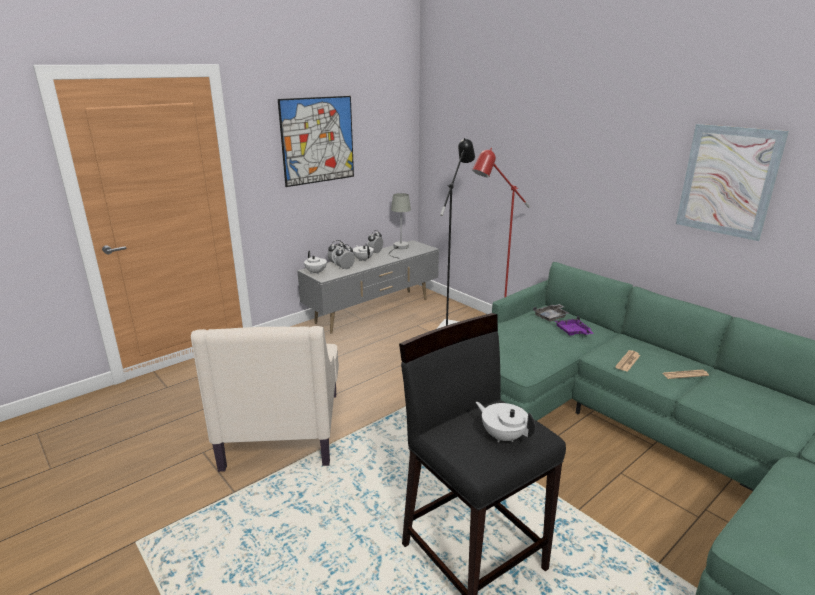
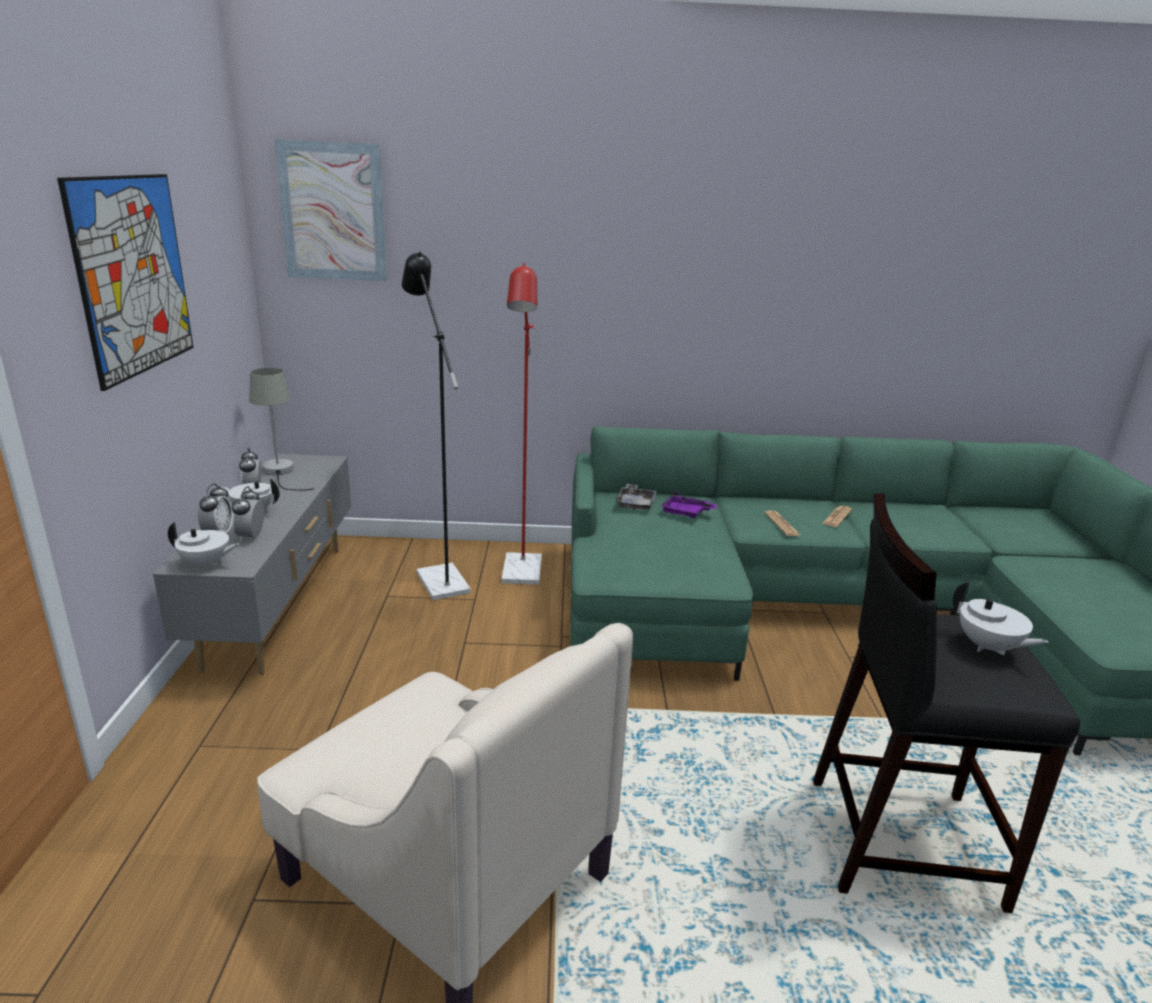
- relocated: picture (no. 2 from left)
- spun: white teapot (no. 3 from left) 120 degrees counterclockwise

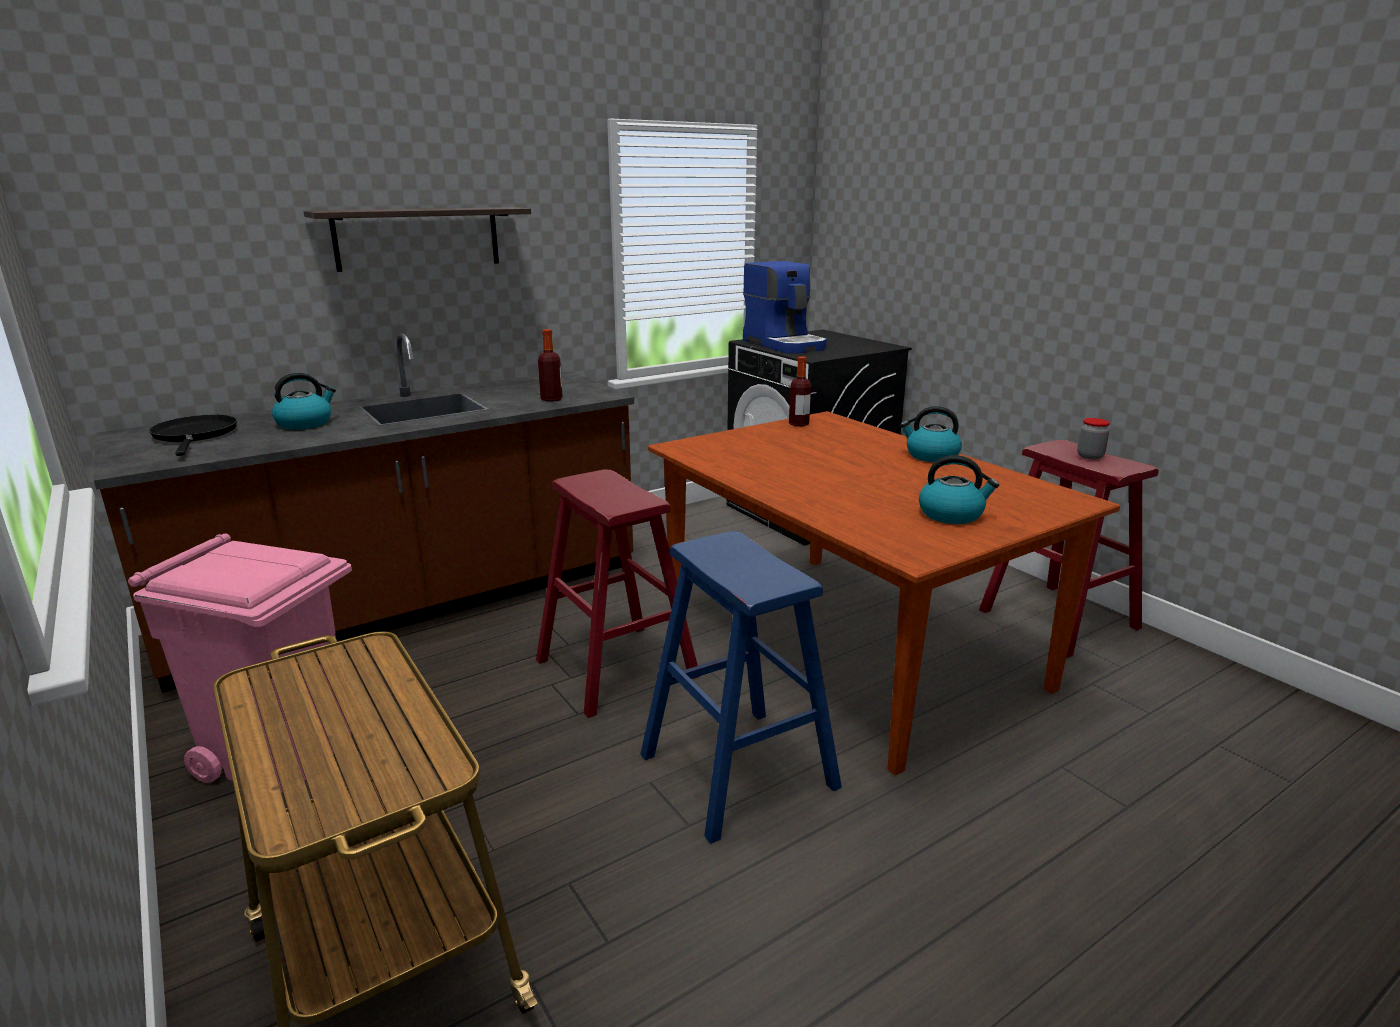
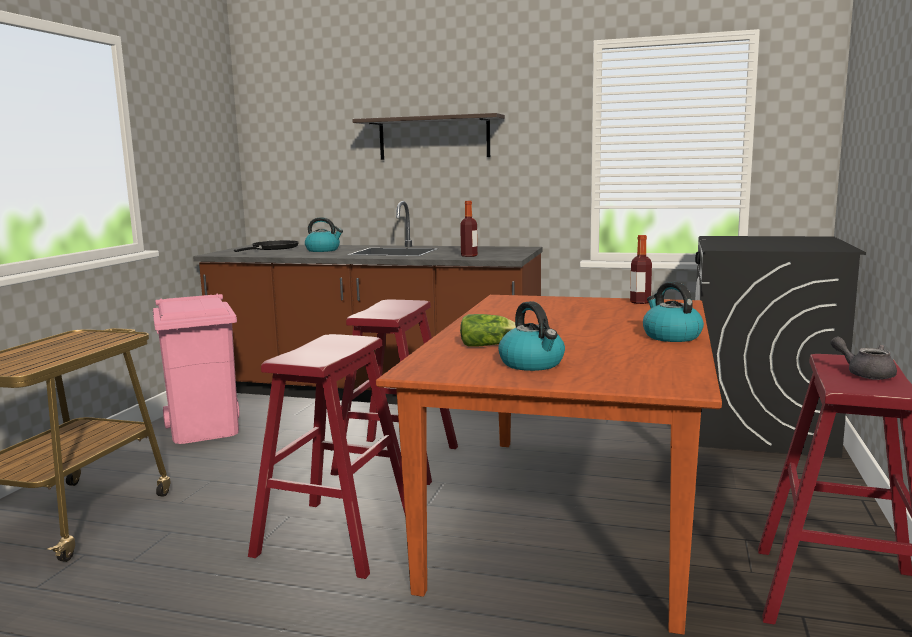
- colour: blue stool to red stool (no. 1 from left)
- appeared: lettuce
- exchanged: jar to grey teapot
- missing: coffee machine

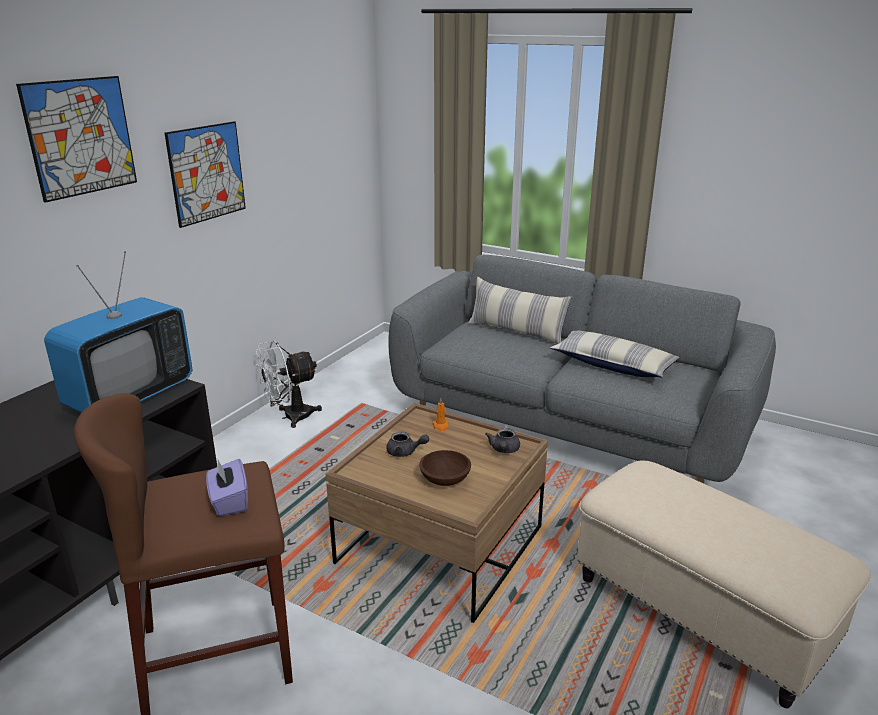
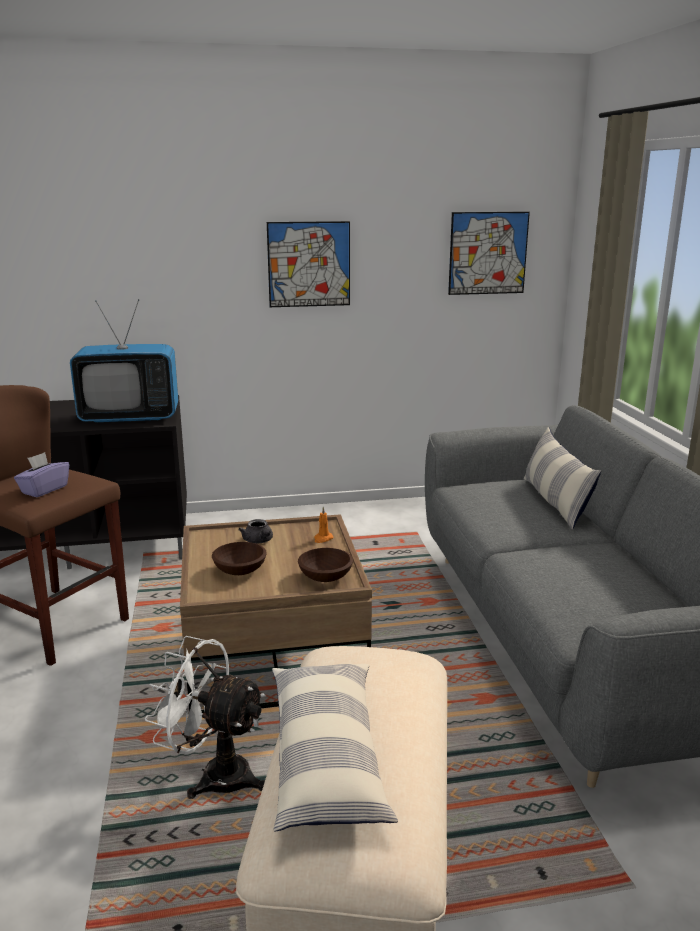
- relocated: white fan
- relocated: pillow (no. 2 from left in the first image) to pillow (no. 1 from left)
- exchanged: grey teapot (no. 2 from left) to brown bowl (no. 2 from left)
- relocated: picture (no. 1 from left in the first image) to picture (no. 2 from left)

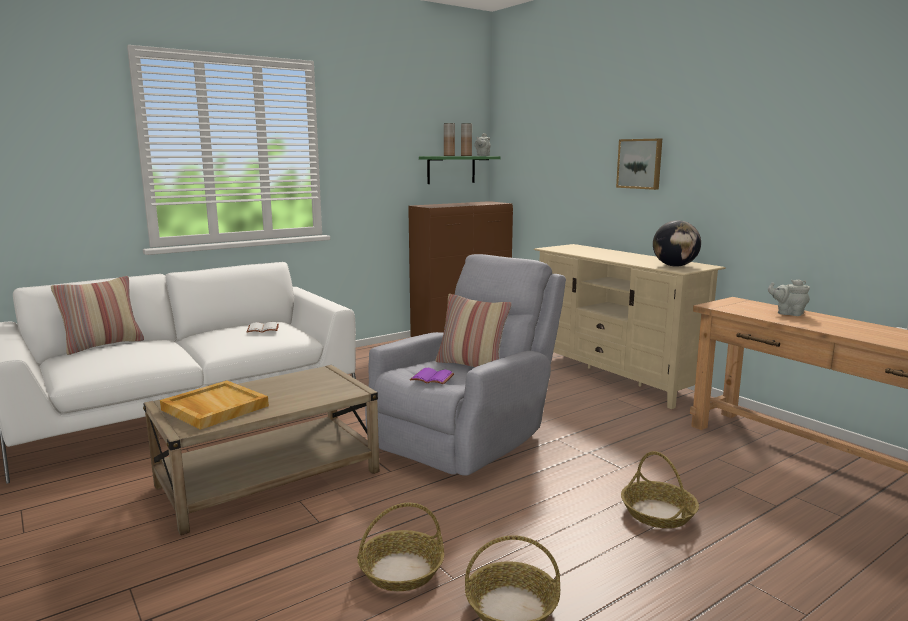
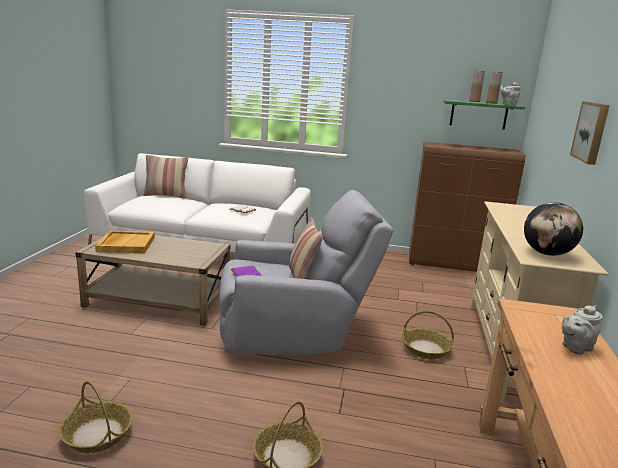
- relocated: basket (no. 1 from left in the first image) to basket (no. 3 from left)
- spun: grey teapot (no. 2 from left) 105 degrees counterclockwise

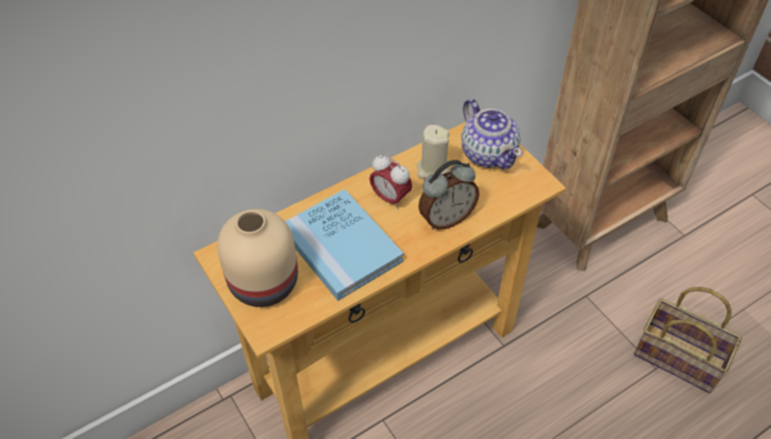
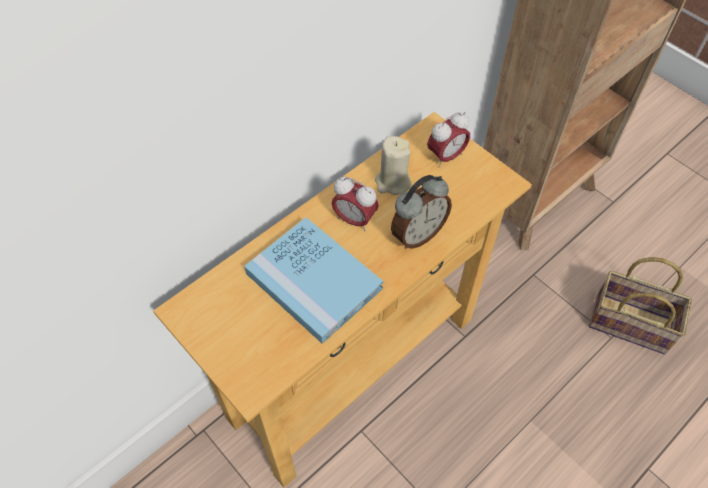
- exchanged: teapot to alarm clock (no. 3 from left)
- missing: beige vase

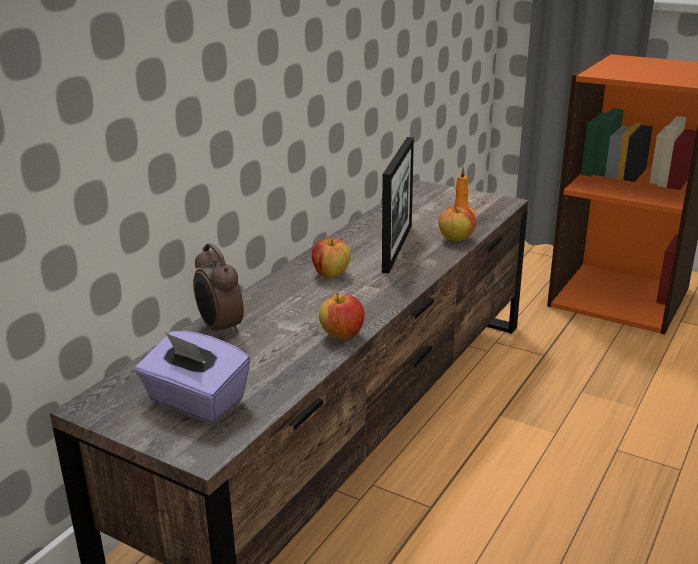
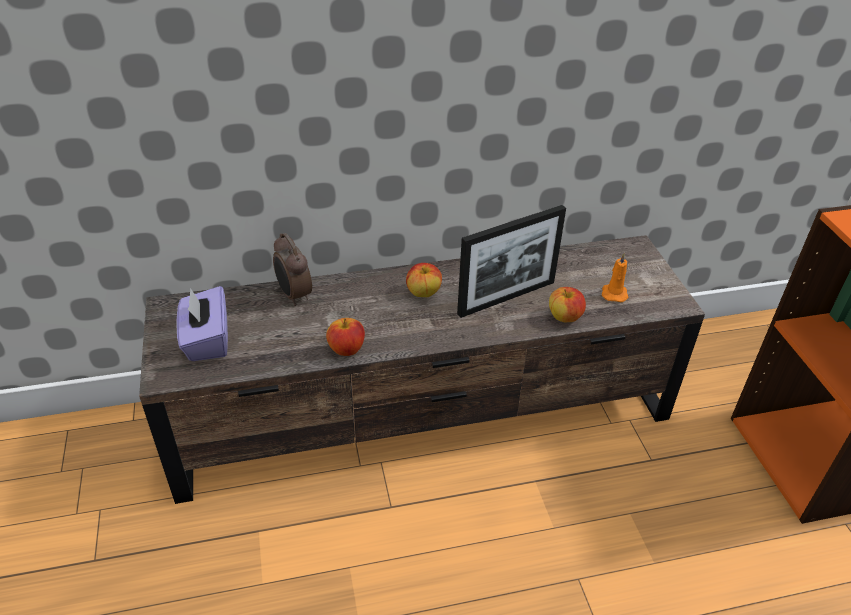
- spun: alarm clock 45 degrees counterclockwise

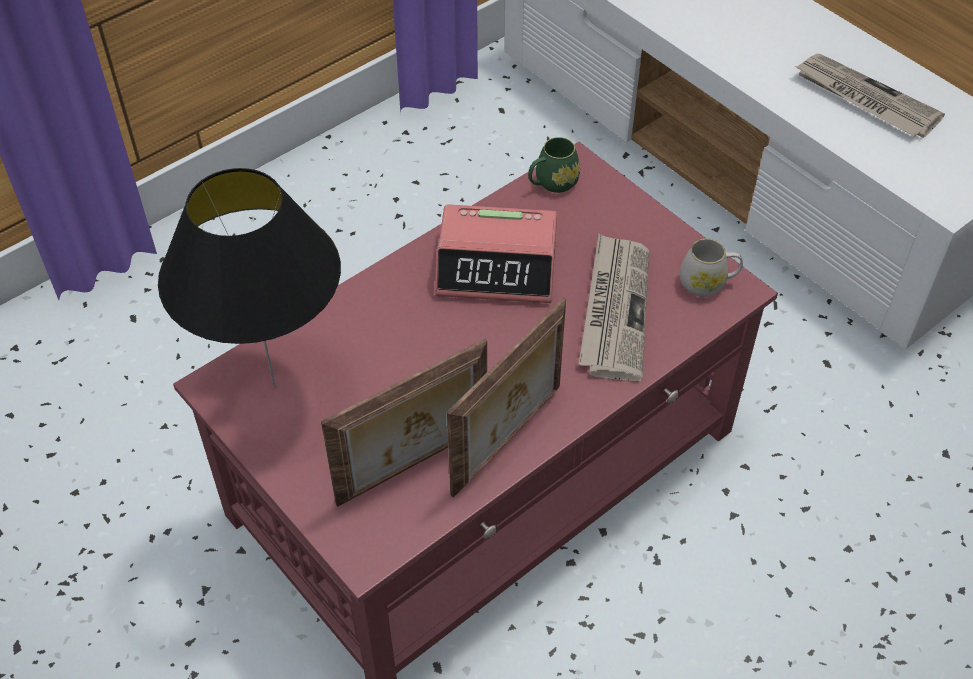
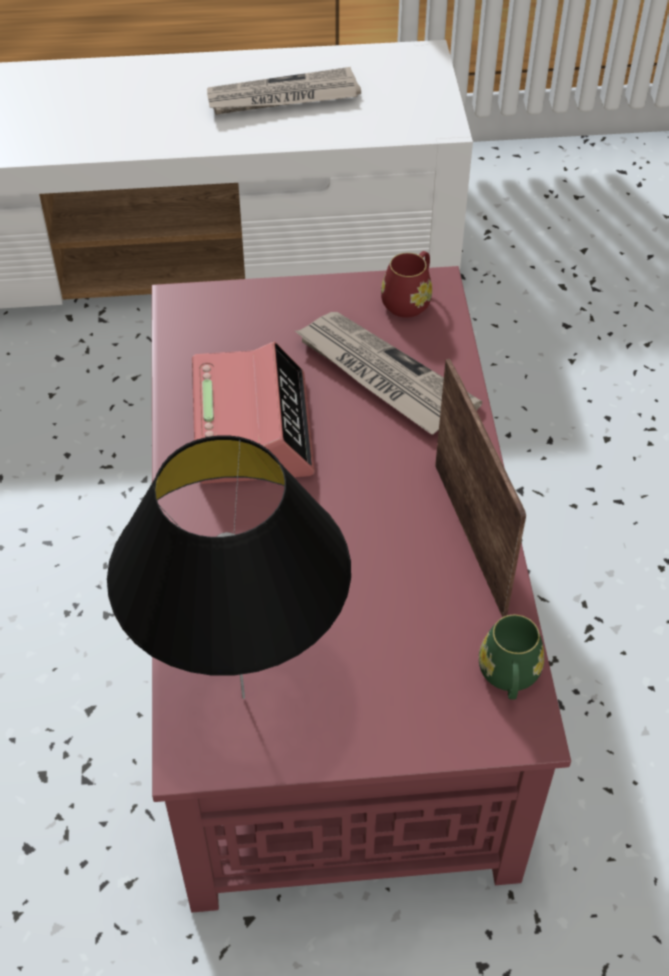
- spun: alarm clock 45 degrees counterclockwise
- colour: white mug to red mug
- relocated: green mug
- missing: picture frame (no. 1 from left)

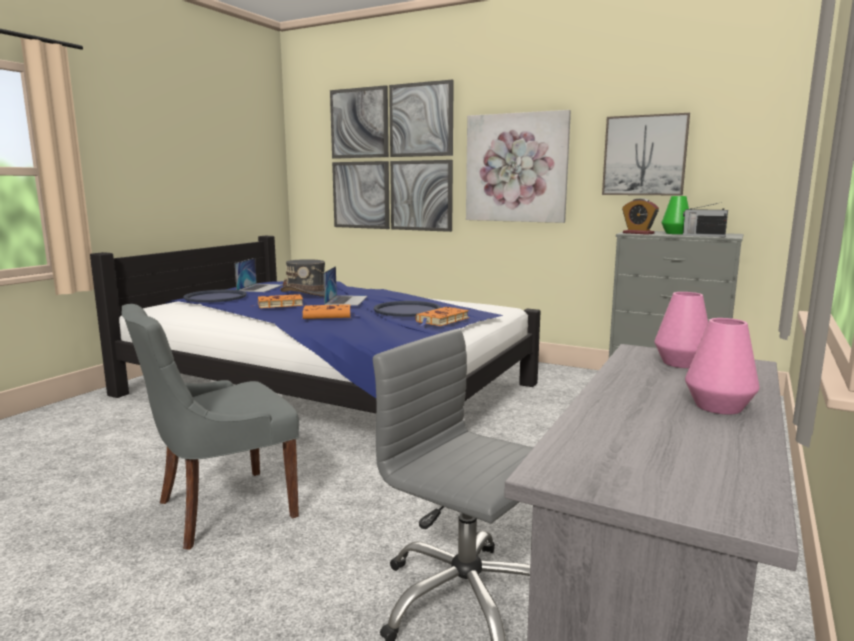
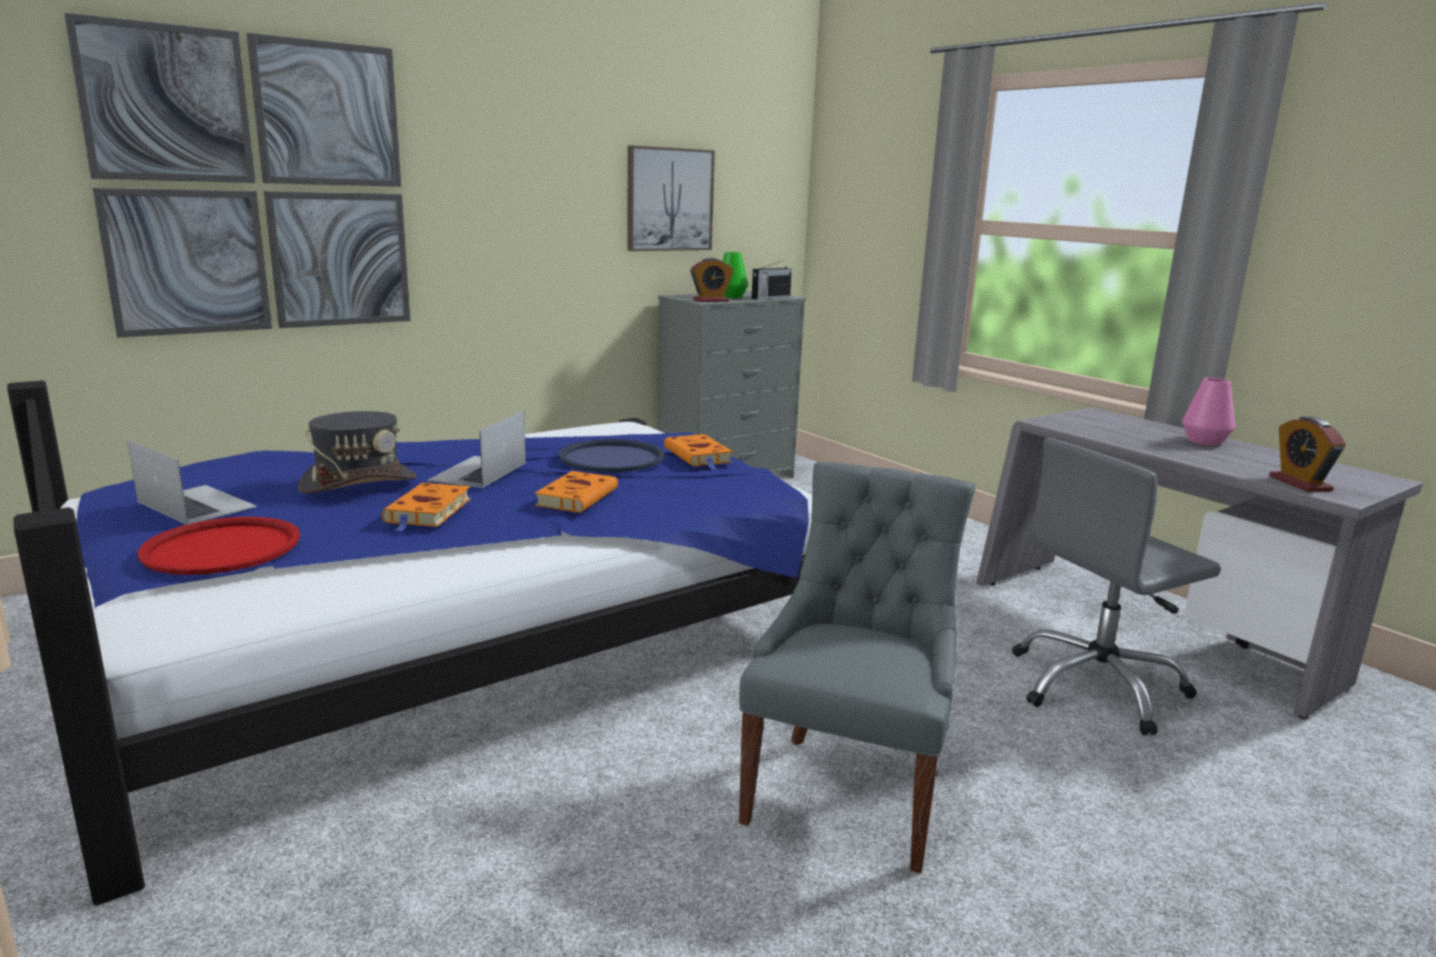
- colour: blue tray (no. 1 from left) to red tray
- spun: laptop (no. 2 from left) 105 degrees counterclockwise
- spun: grey chair 150 degrees counterclockwise
- appeared: alarm clock (no. 2 from left)
- missing: picture (no. 2 from left)
- missing: pink vase (no. 1 from left)

